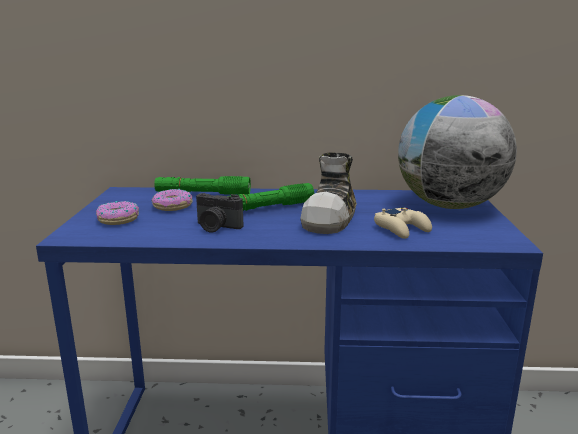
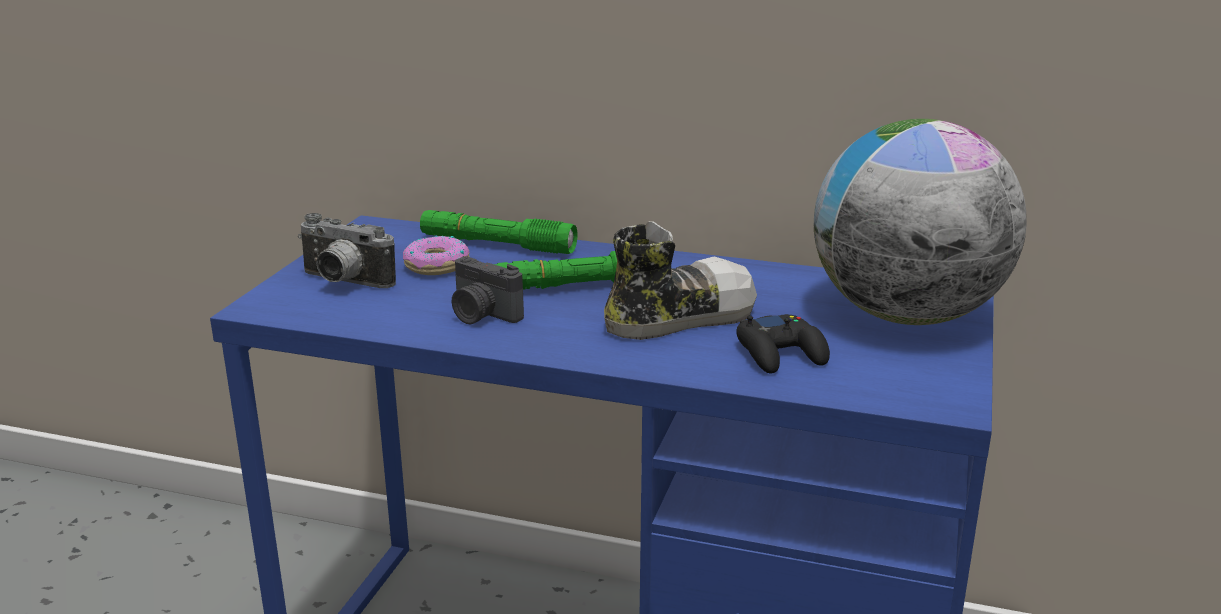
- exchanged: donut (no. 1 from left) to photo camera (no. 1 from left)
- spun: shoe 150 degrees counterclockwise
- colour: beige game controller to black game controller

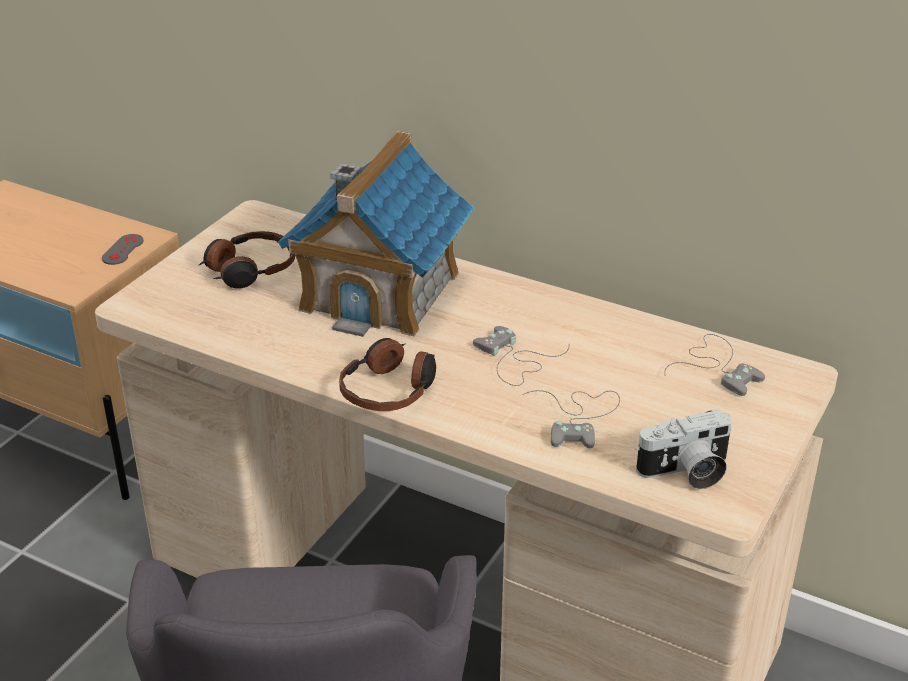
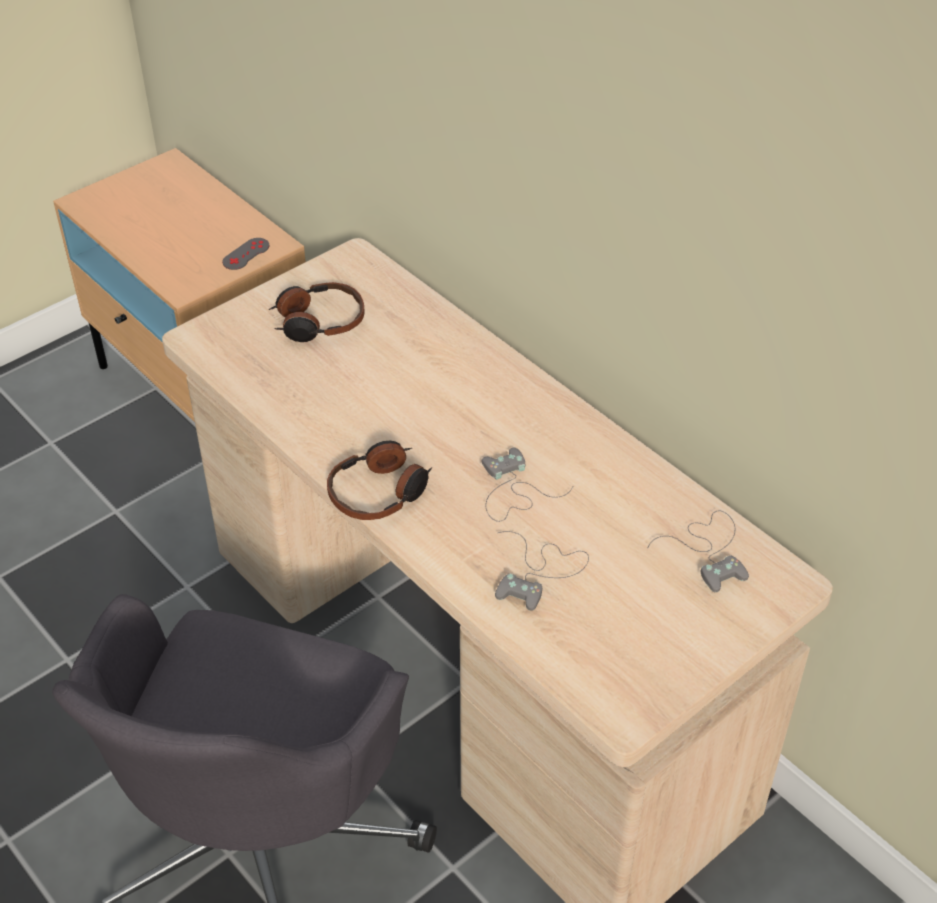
- missing: toy house
- missing: photo camera

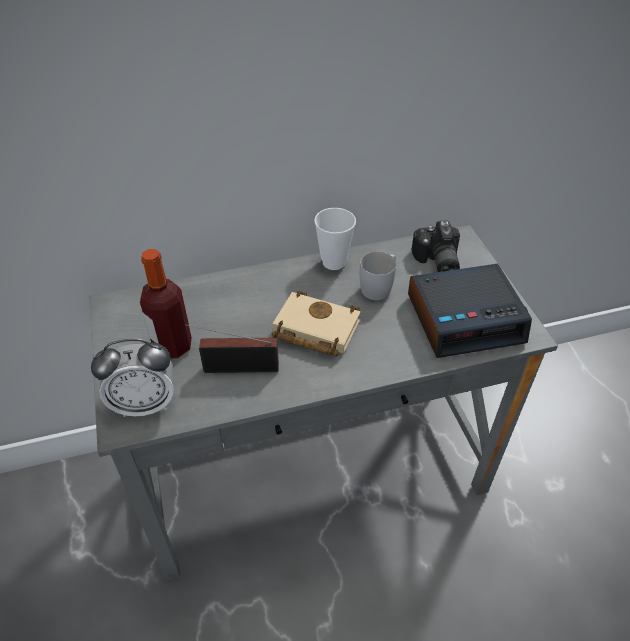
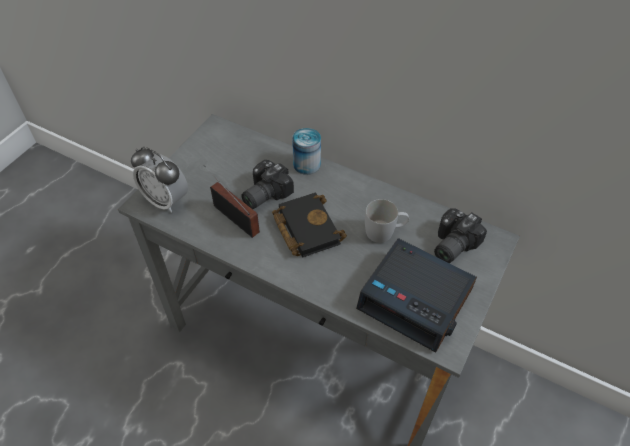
- appeared: photo camera (no. 1 from left)
- colour: beige book to black book
- appeared: can
- missing: bottle
- missing: cup

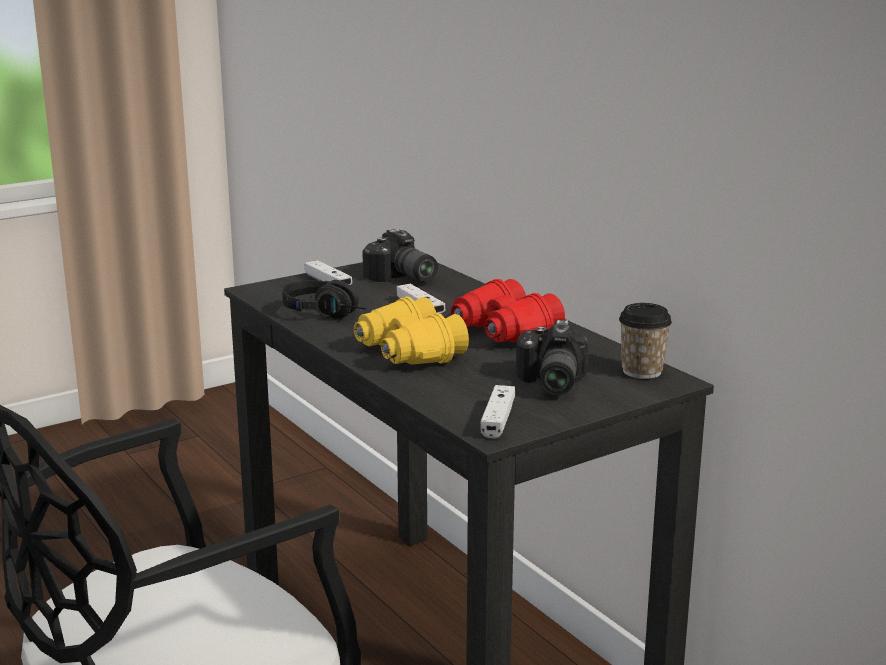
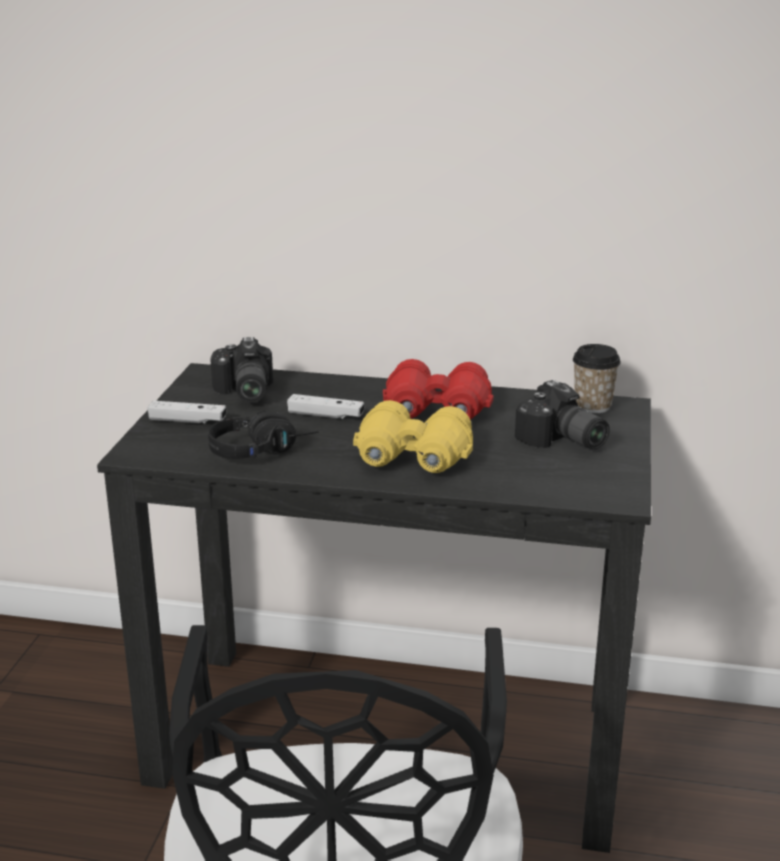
- spun: photo camera (no. 1 from left) 75 degrees clockwise
- missing: white game controller (no. 3 from left)

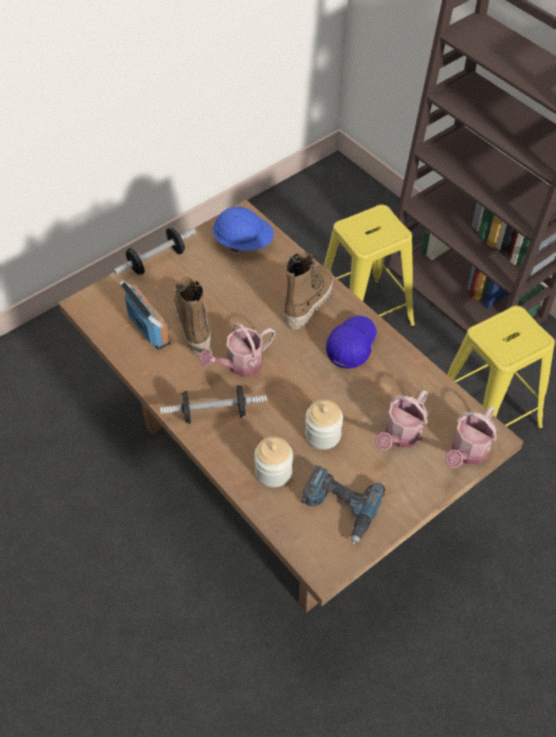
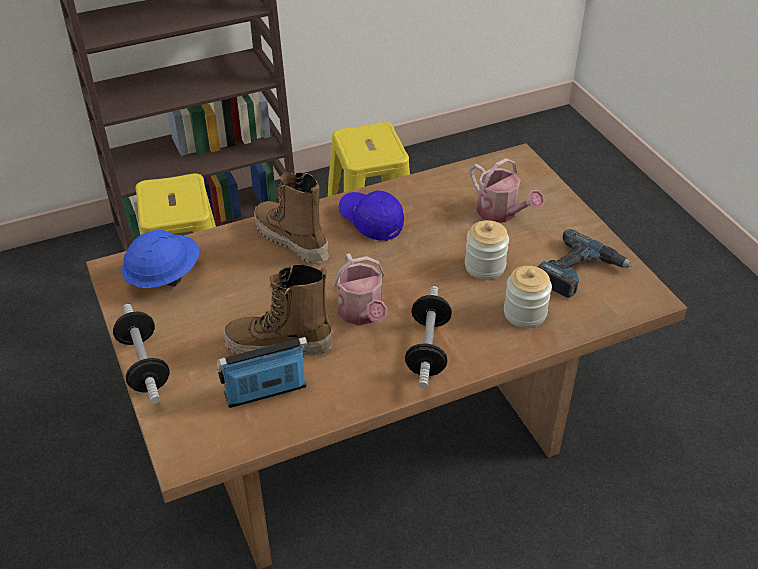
- missing: watering can (no. 3 from left)

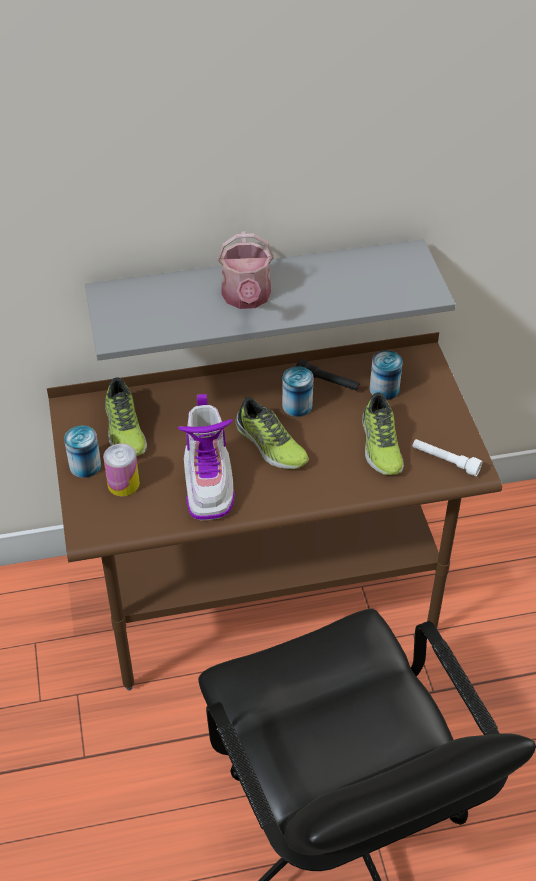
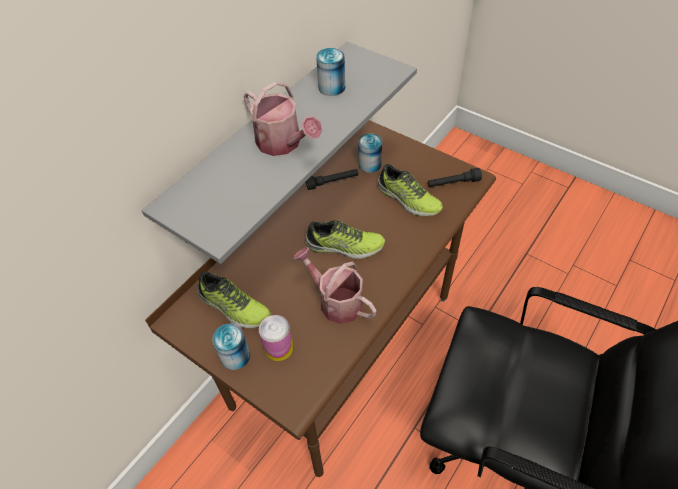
- exchanged: boot to watering can (no. 2 from left)
- relocated: can (no. 3 from left)
- colour: white flashlight to black flashlight (no. 2 from left)

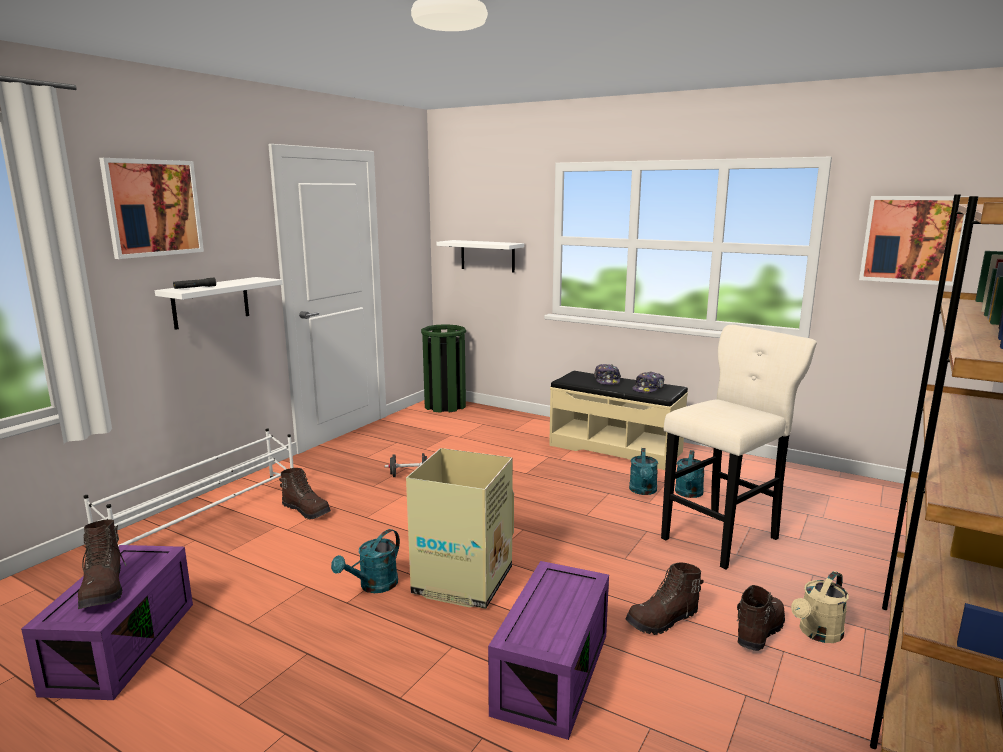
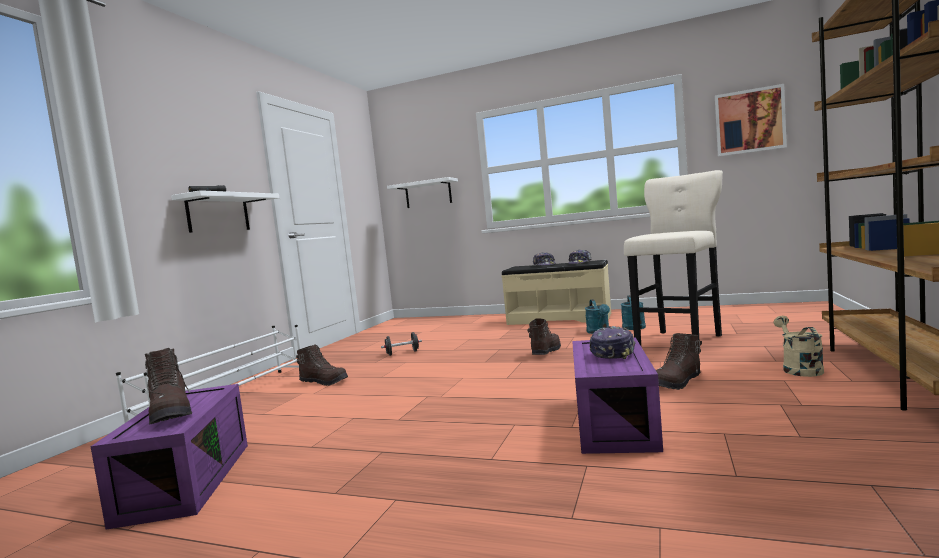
- relocated: brown boot (no. 4 from left in the first image) to brown boot (no. 3 from left)
- appeared: cap (no. 3 from left)
- spun: beige watering can 150 degrees clockwise
- missing: picture (no. 1 from left)
- missing: turquoise watering can (no. 1 from left)
- missing: cardboard box
- missing: green trash can

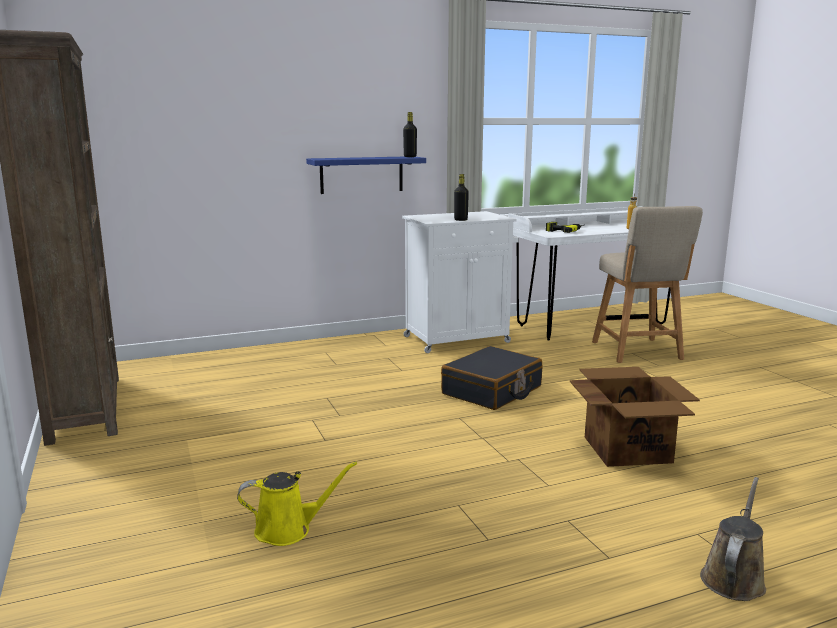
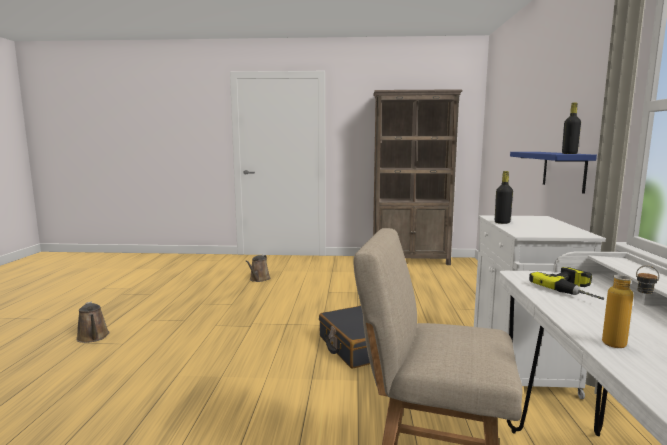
- colour: yellow watering can to brown watering can (no. 2 from left)
- missing: cardboard box

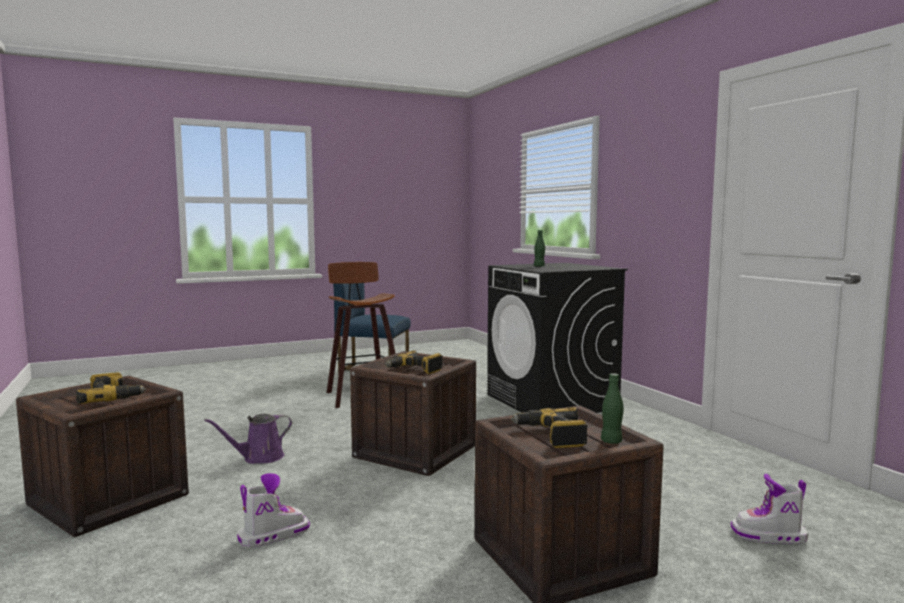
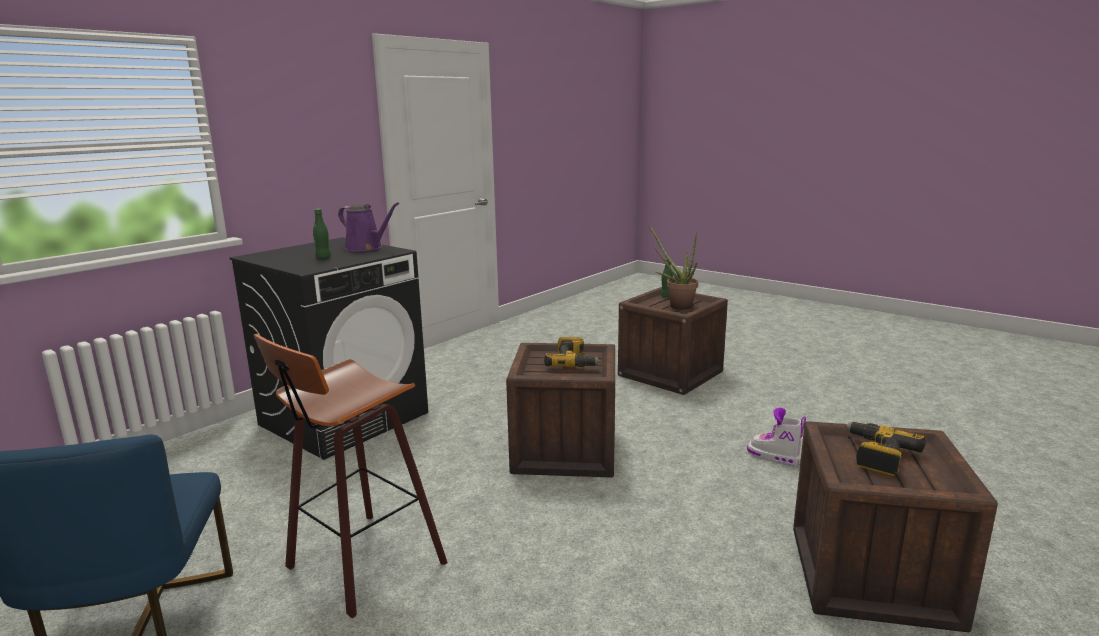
- relocated: purple watering can
- exchanged: power drill (no. 3 from left) to potted plant
- missing: boot (no. 2 from left)

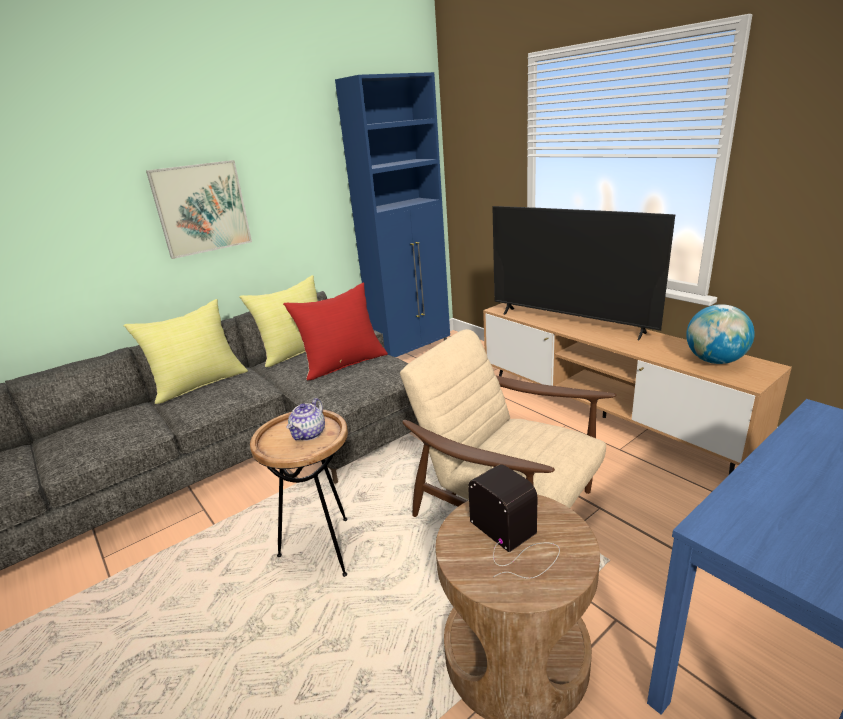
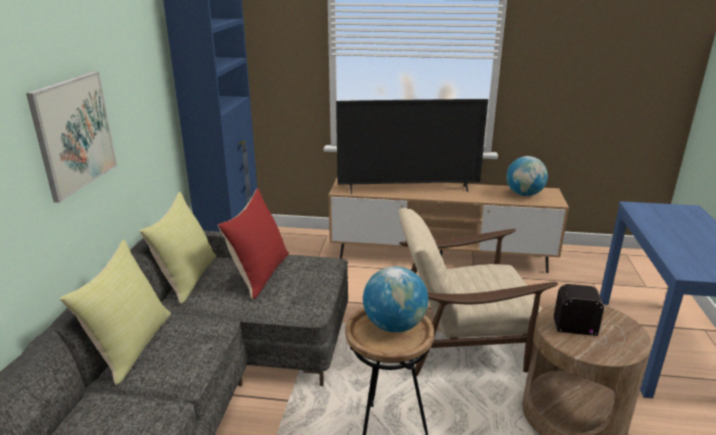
- exchanged: teapot to globe (no. 1 from left)

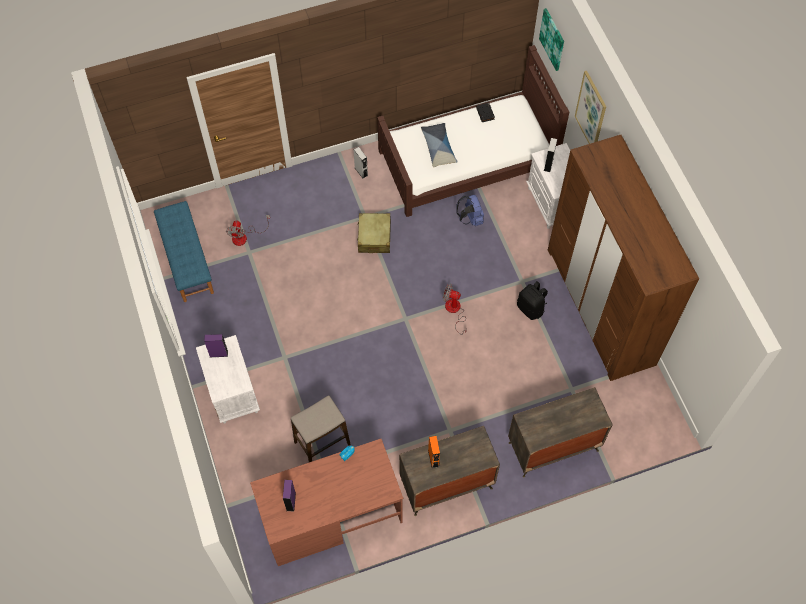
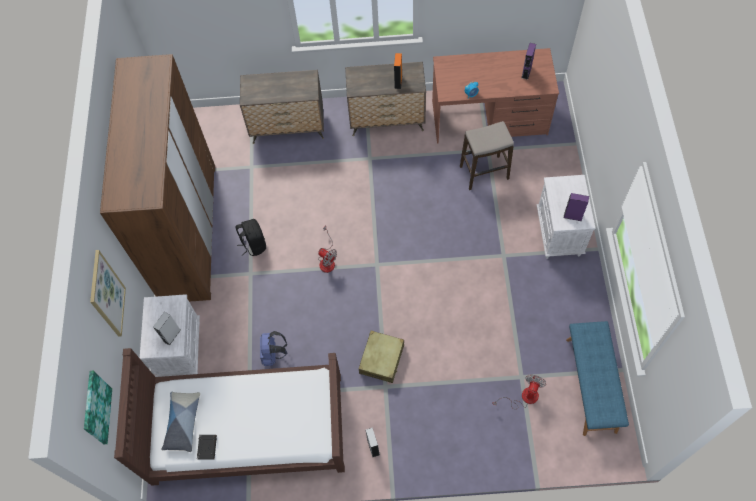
- relocated: pillow

